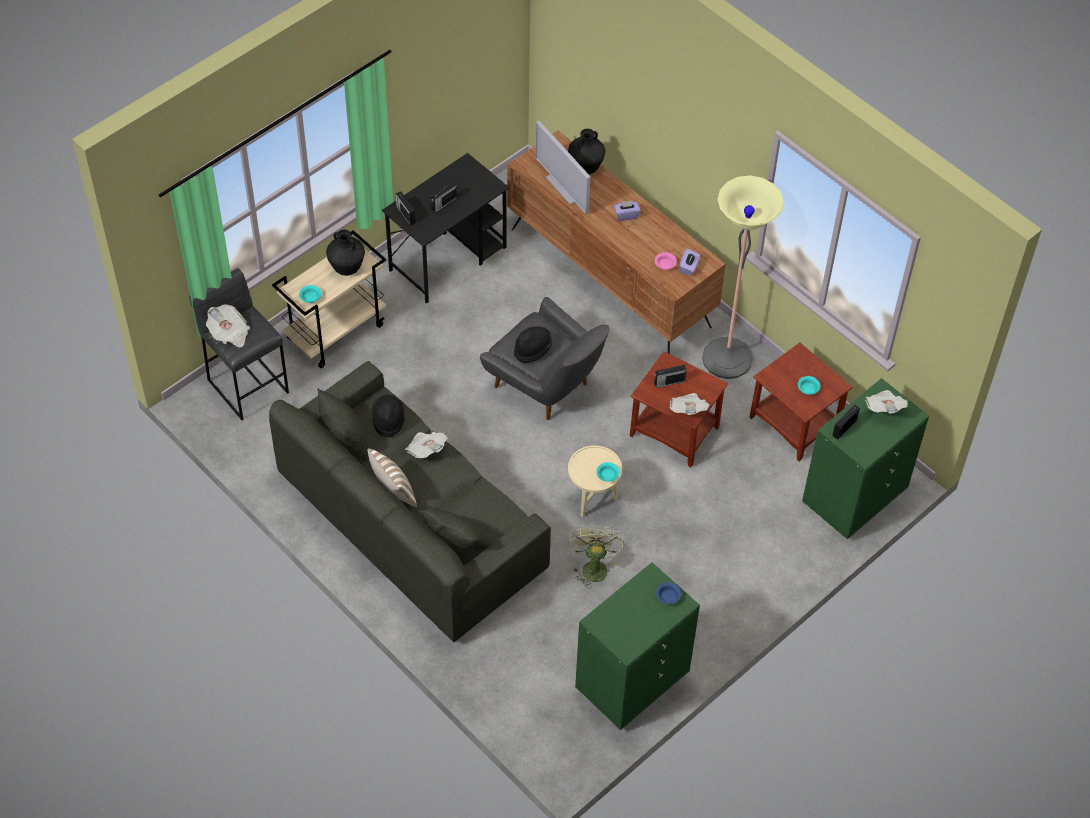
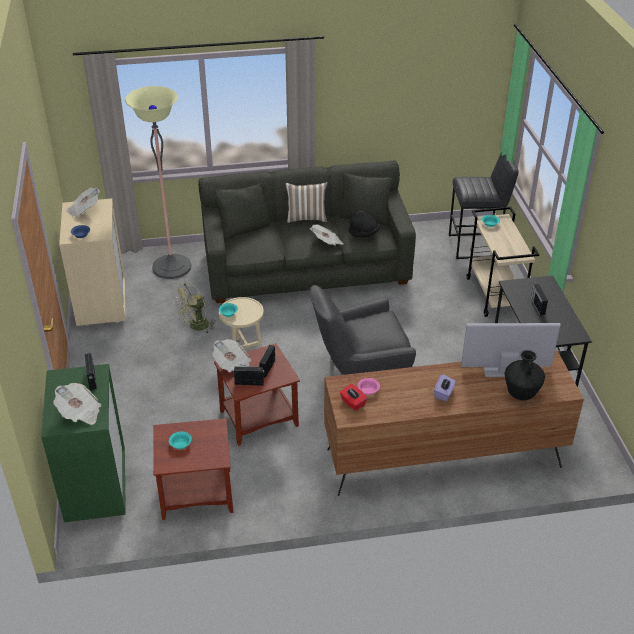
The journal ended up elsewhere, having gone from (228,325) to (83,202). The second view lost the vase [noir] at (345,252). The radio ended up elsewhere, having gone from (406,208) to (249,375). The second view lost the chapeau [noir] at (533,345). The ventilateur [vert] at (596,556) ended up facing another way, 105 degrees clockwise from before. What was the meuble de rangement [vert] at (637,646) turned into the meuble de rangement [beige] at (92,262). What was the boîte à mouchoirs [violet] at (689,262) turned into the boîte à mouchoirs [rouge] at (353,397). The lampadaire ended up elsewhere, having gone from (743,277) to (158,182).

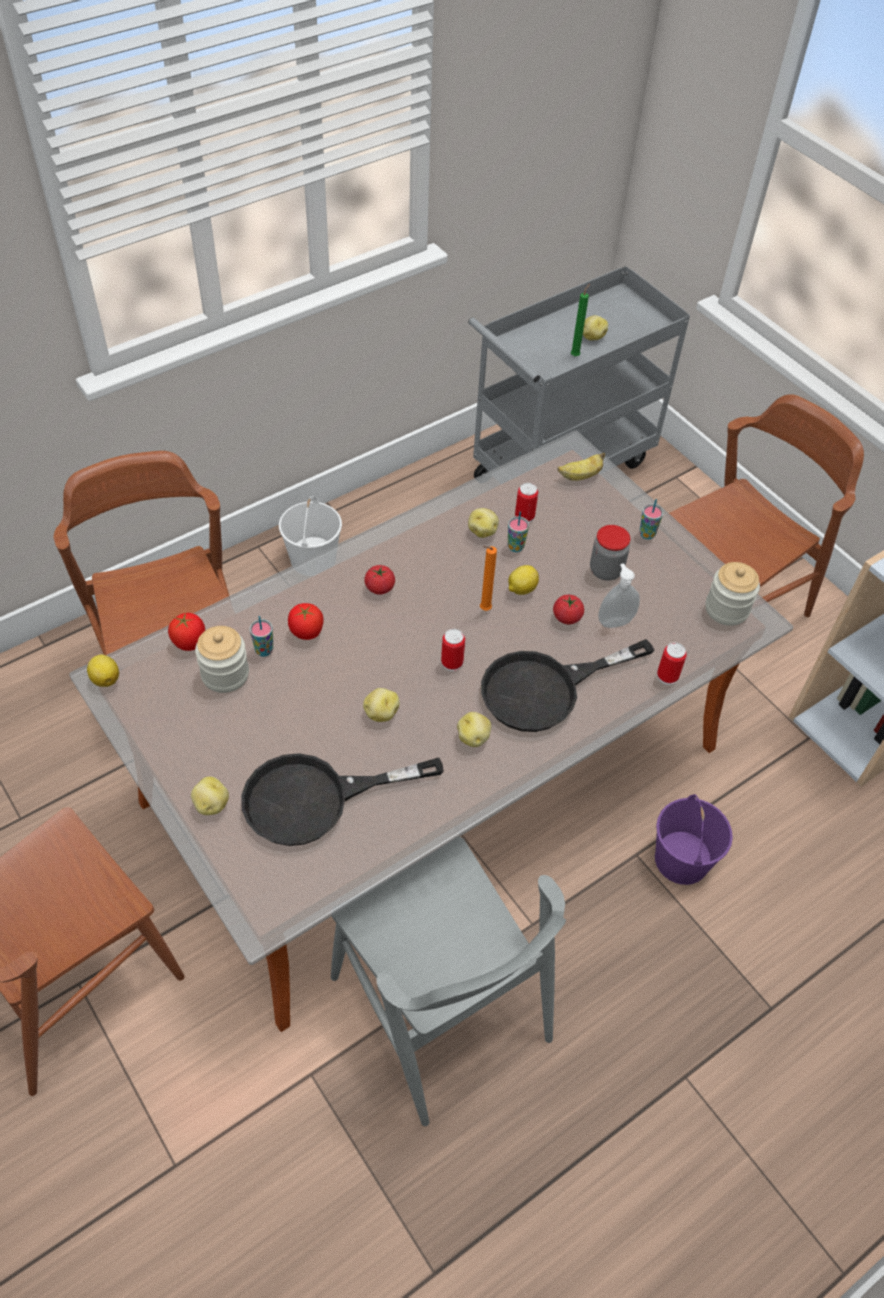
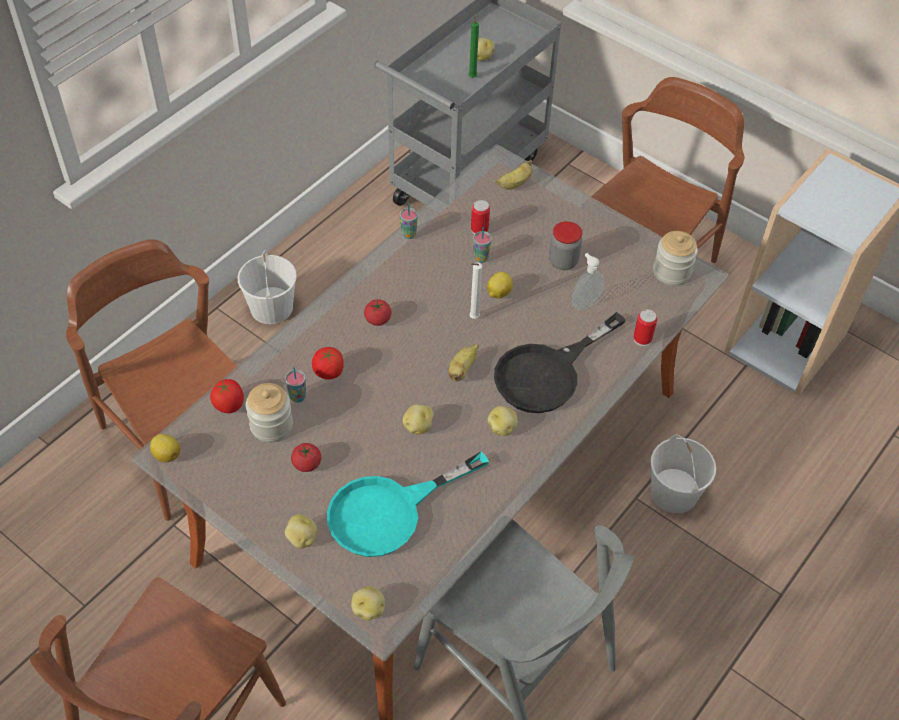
What was the poêle [noir] at (342,799) turned into the poêle [turquoise] at (408,504). Where the boîte métallique stood at (453,650), the banane came to stand at (463,363). The pomme de terre ended up elsewhere, having gone from (483,523) to (368,603). What was the bougie [orange] at (488,578) turned into the bougie [blanc] at (475,291). The tomate ended up elsewhere, having gone from (568,609) to (306,457). The tasse ended up elsewhere, having gone from (651,519) to (409,221). What was the seau [violet] at (694,839) turned into the seau [blanc] at (683,473).

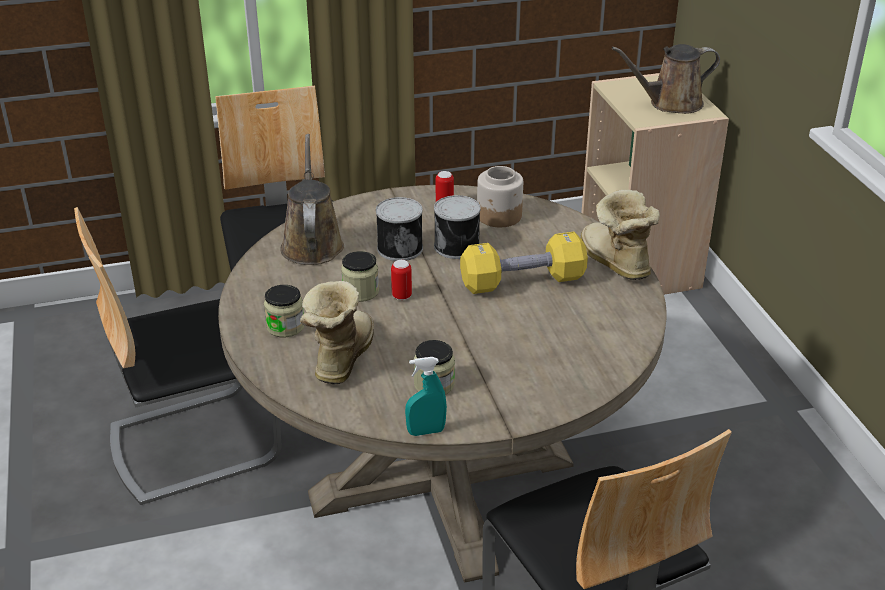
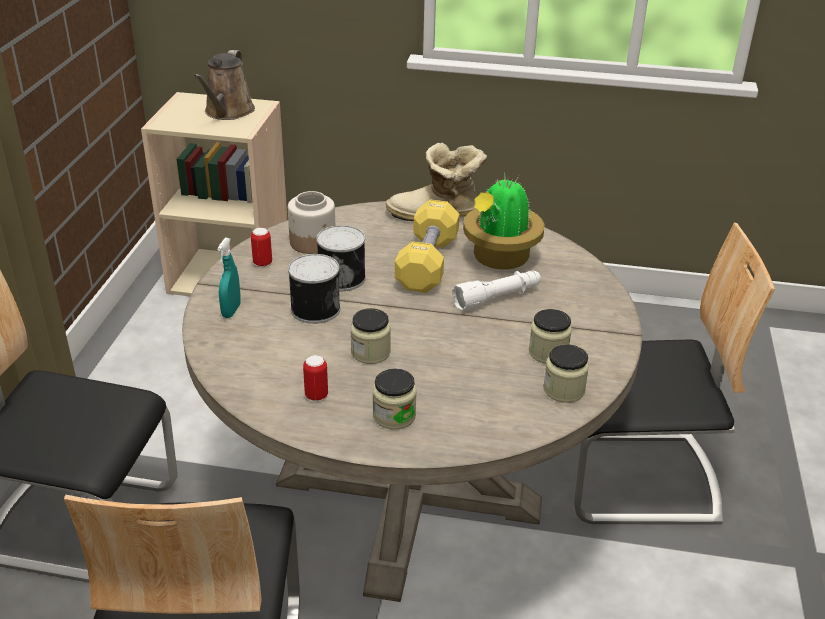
The second view lost the arrosoir [marron] at (312,199). The second view lost the botte at (337,332). The boîte métallique ended up elsewhere, having gone from (401,280) to (315,378). The vaporisateur [turquoise] ended up elsewhere, having gone from (426,396) to (229,278). The second view gained the lampe de poche [blanc] at (496,290). The second view gained the plante en pot at (504,223). The second view gained the bocal at (566,373).

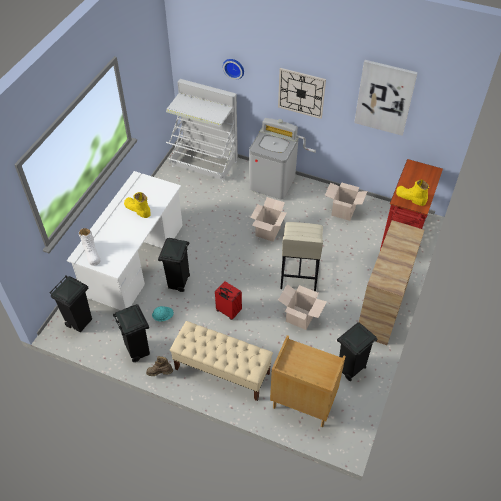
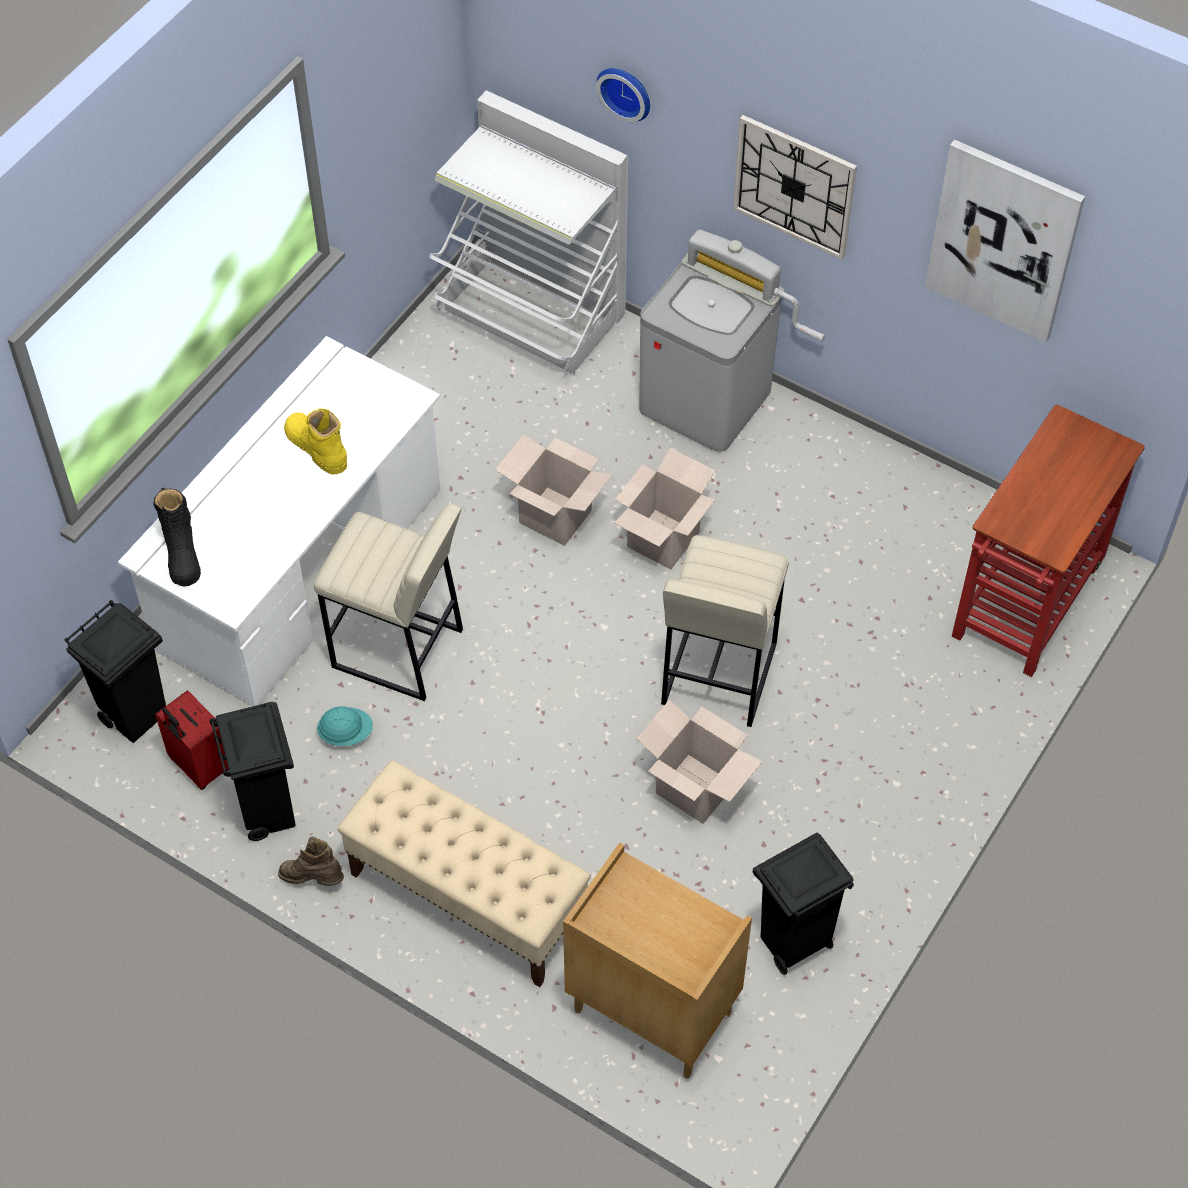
What was the botte [blanc] at (89,247) turned into the botte [noir] at (177,537). Where the poubelle [noir] stood at (174,265), the tabouret [beige] came to stand at (388,602). The valise [rouge] ended up elsewhere, having gone from (228,300) to (192,740). The carton ended up elsewhere, having gone from (346,201) to (553,490). The second view lost the bibliothèque [marron] at (391,282). The second view lost the botte [jaune] at (413,193).

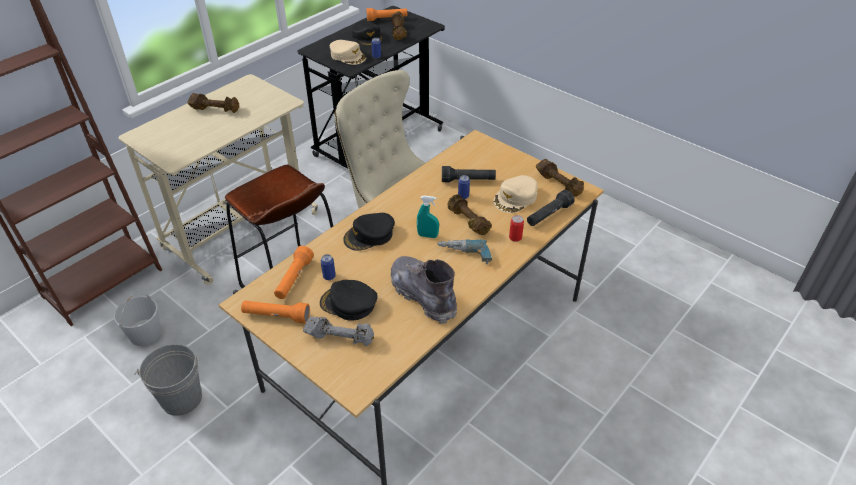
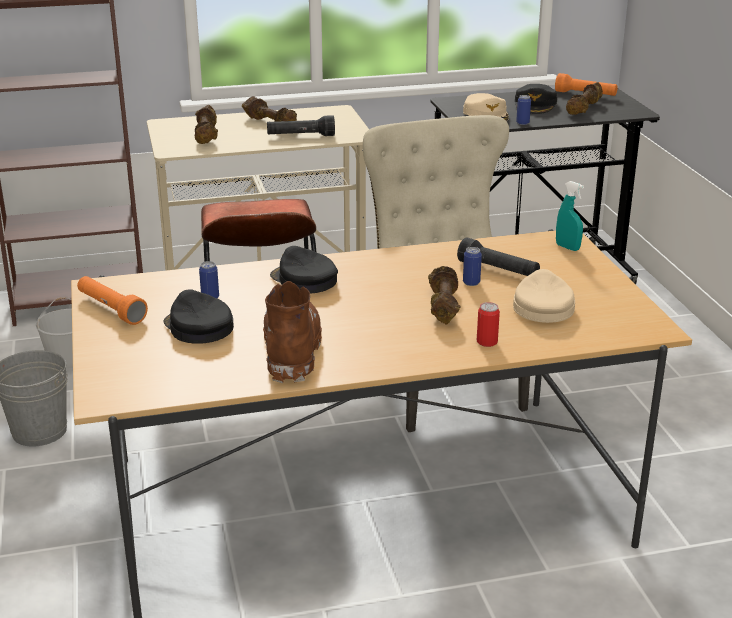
The second view lost the lampe de poche [orange] at (294,272). The second view lost the haltère [gris] at (338,331). The casquette [noir] at (369,232) ended up facing another way, 45 degrees clockwise from before. What was the botte [gris] at (424,290) turned into the botte [marron] at (292,332). The vaporisateur [turquoise] ended up elsewhere, having gone from (428,216) to (570,216). The second view lost the perceuse at (464,252). The casquette [beige] at (515,194) ended up facing another way, 105 degrees clockwise from before. The lampe de poche [noir] ended up elsewhere, having gone from (551,208) to (301,125). The haltère [marron] ended up elsewhere, having gone from (560,178) to (206,124).

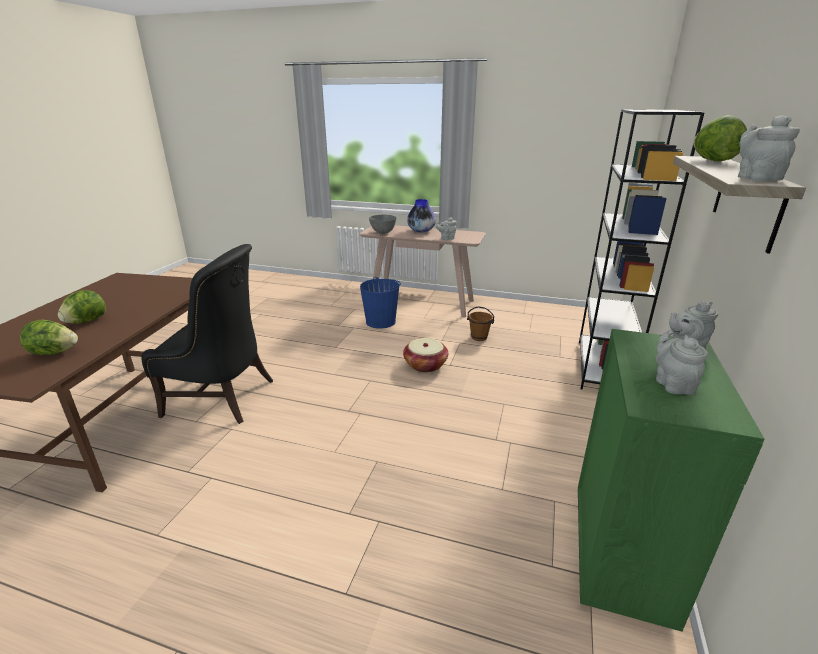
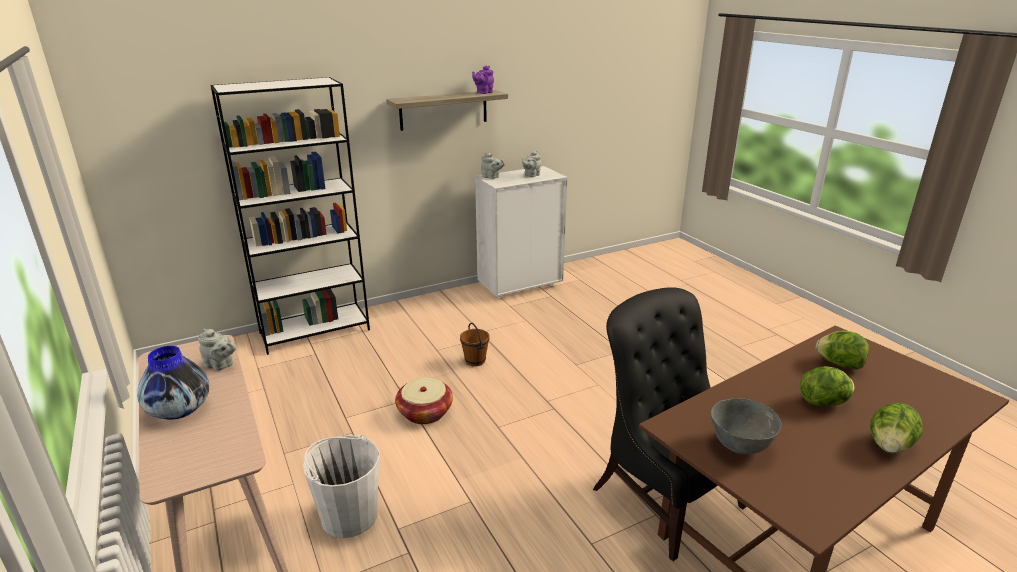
What was the seau [bleu] at (380,303) turned into the seau [blanc] at (340,486). The bol [gris] ended up elsewhere, having gone from (382,224) to (746,426). The seau [marron] ended up elsewhere, having gone from (480,324) to (474,344). What was the meuble de rangement [vert] at (671,480) turned into the meuble de rangement [blanc] at (521,232). The laitue ended up elsewhere, having gone from (720,138) to (896,428). What was the théière [gris] at (769,148) turned into the théière [violet] at (483,80).

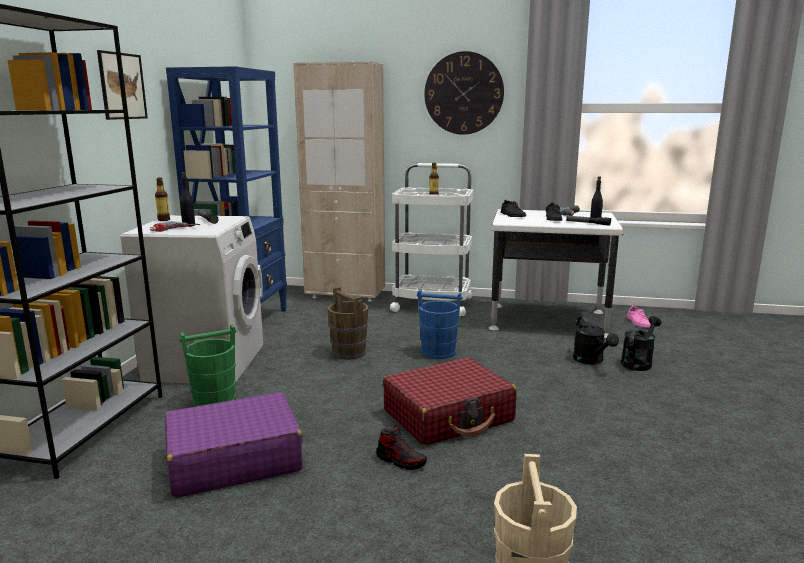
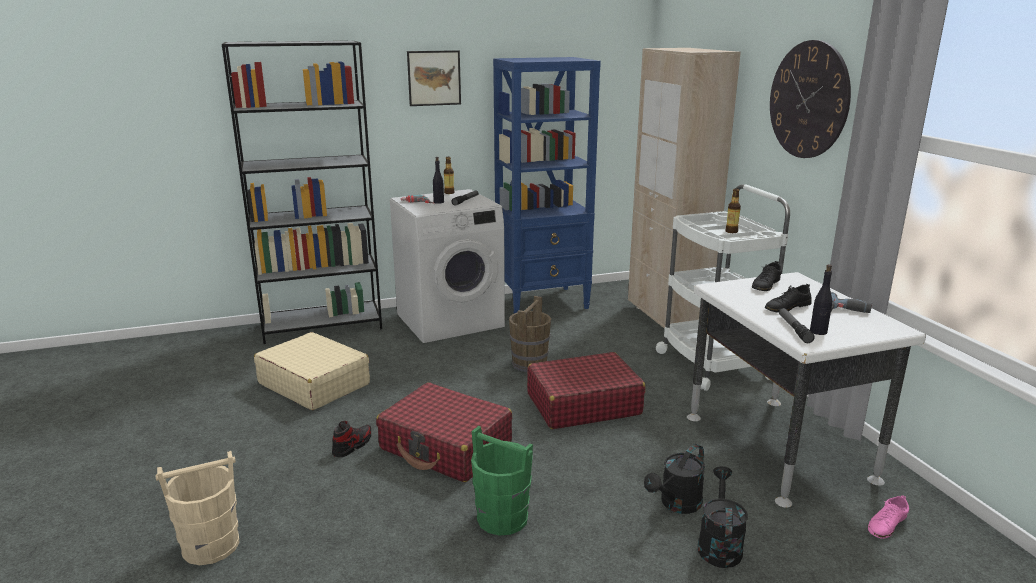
What was the valise [violet] at (234,445) turned into the valise [beige] at (312,371). The seau [vert] ended up elsewhere, having gone from (207,365) to (502,481). The chaussure at (401,447) ended up facing another way, 150 degrees counterclockwise from before. Where the seau [bleu] stood at (440,324), the valise [rouge] came to stand at (586,390). The arrosoir [noir] at (641,343) ended up facing another way, 90 degrees counterclockwise from before.

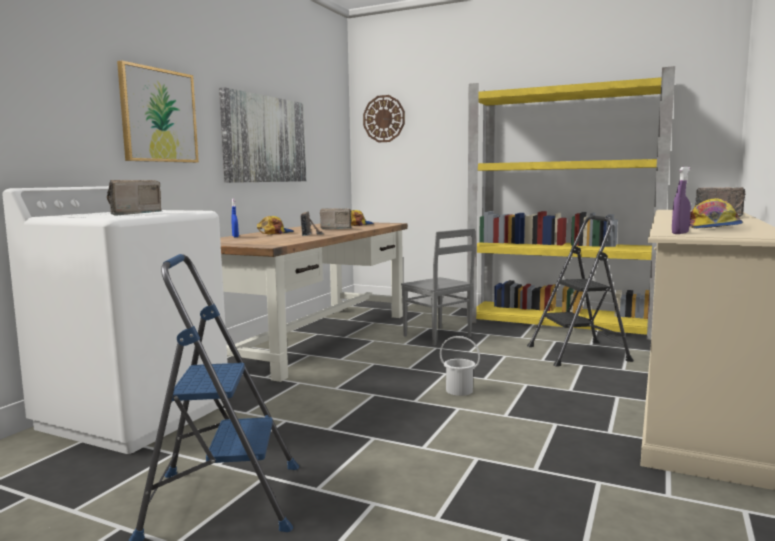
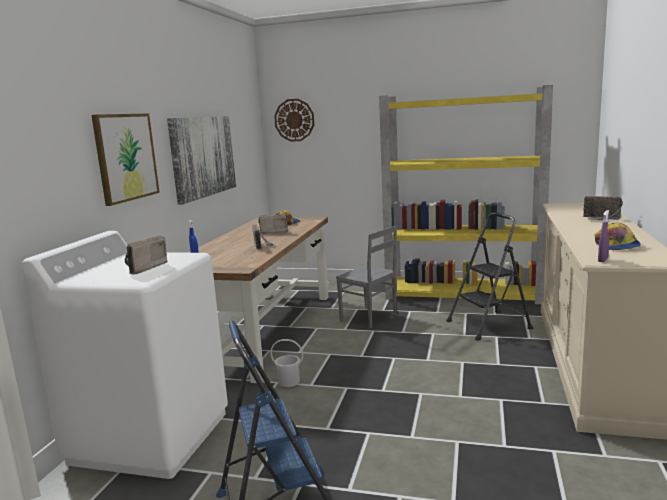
The second view lost the casquette at (275,225). The seau [blanc] ended up elsewhere, having gone from (460,366) to (286,363).

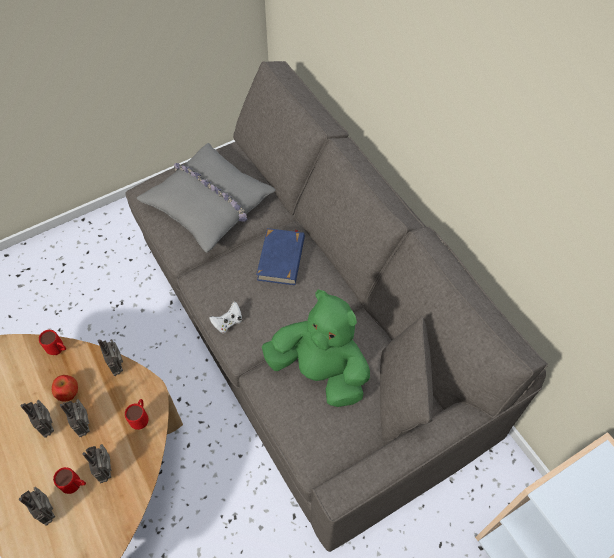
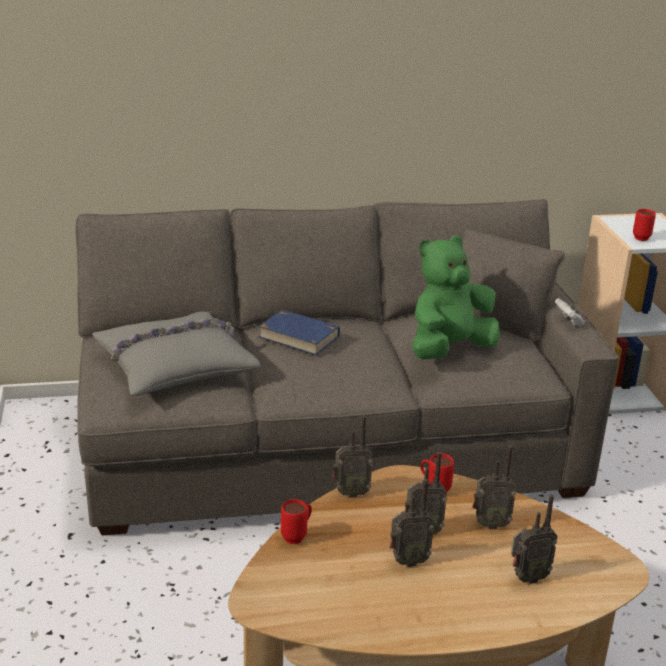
The second view lost the pomme at (65,388). The mug [rouge] ended up elsewhere, having gone from (69,480) to (644,225). The manette [blanc] ended up elsewhere, having gone from (225,317) to (570,312).

